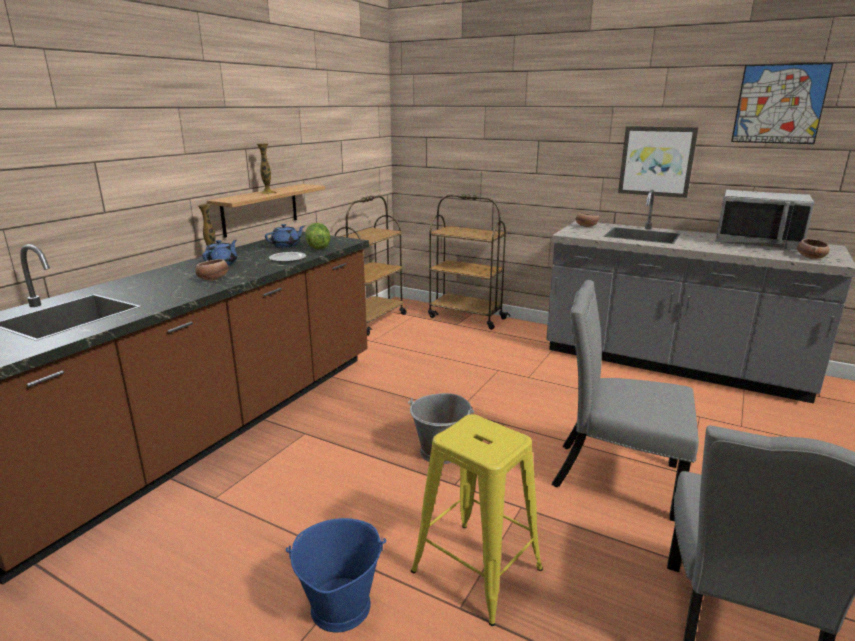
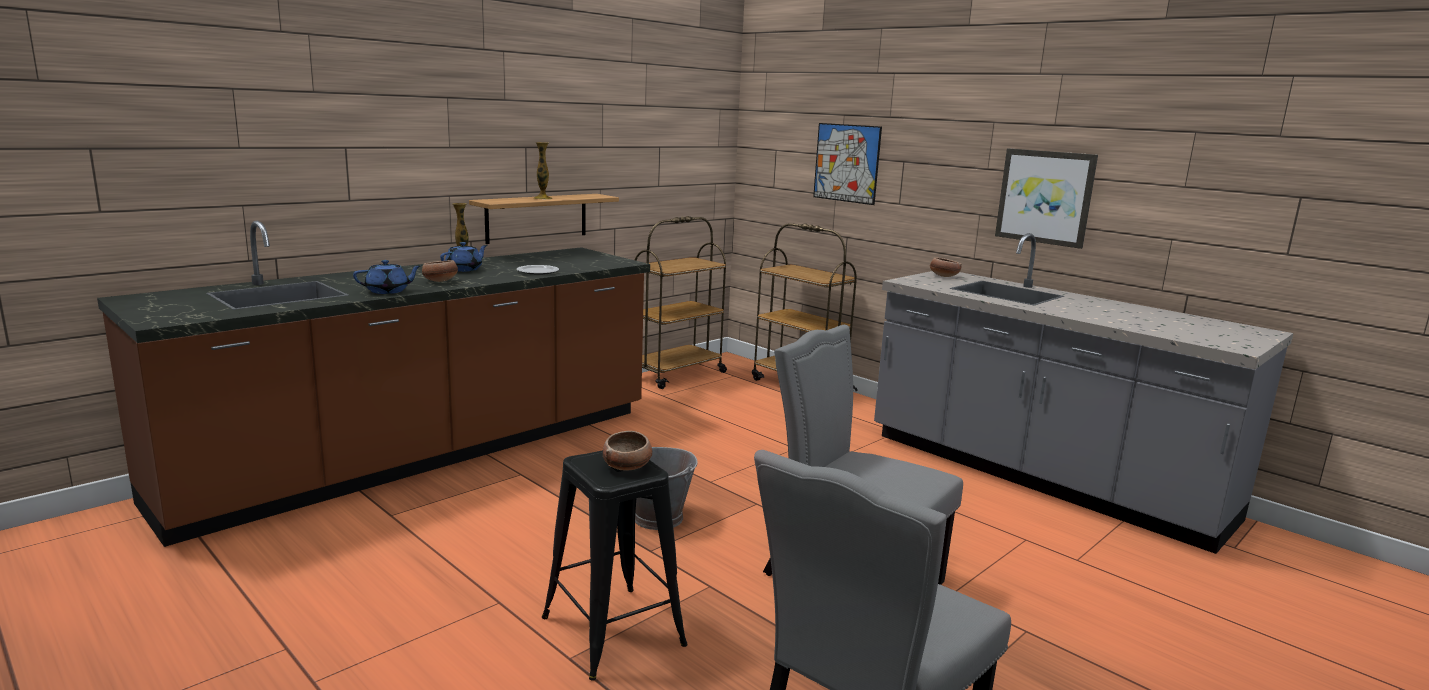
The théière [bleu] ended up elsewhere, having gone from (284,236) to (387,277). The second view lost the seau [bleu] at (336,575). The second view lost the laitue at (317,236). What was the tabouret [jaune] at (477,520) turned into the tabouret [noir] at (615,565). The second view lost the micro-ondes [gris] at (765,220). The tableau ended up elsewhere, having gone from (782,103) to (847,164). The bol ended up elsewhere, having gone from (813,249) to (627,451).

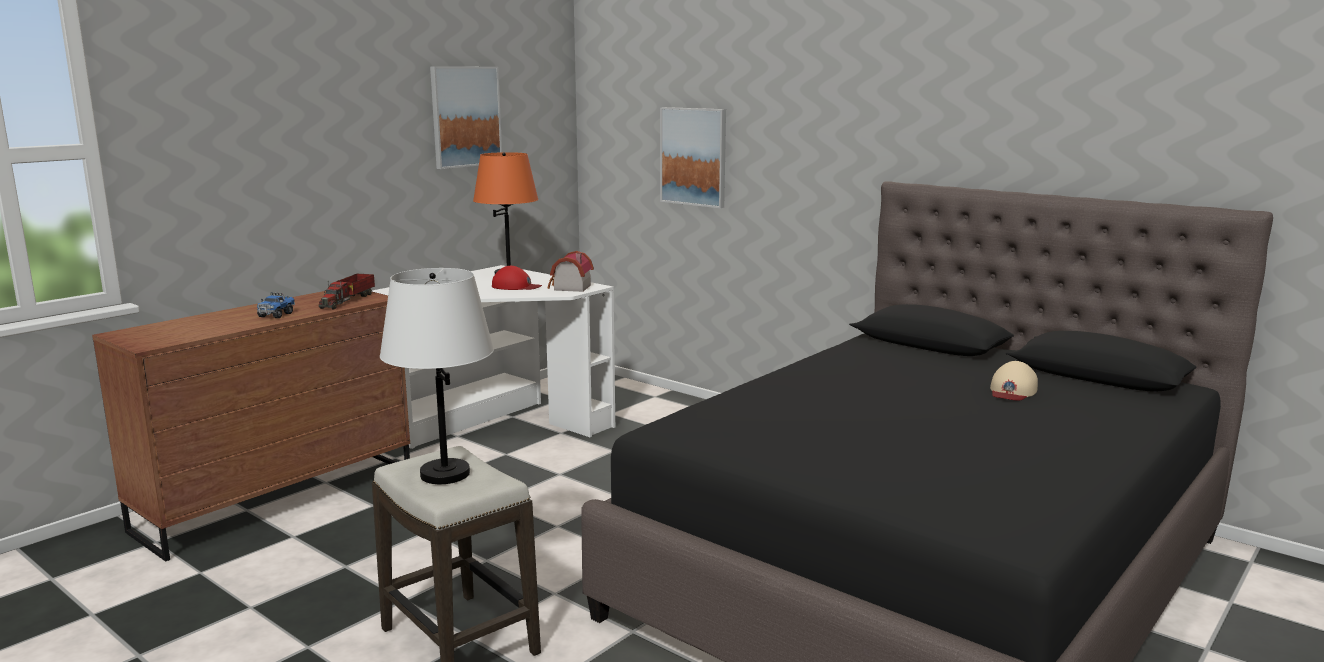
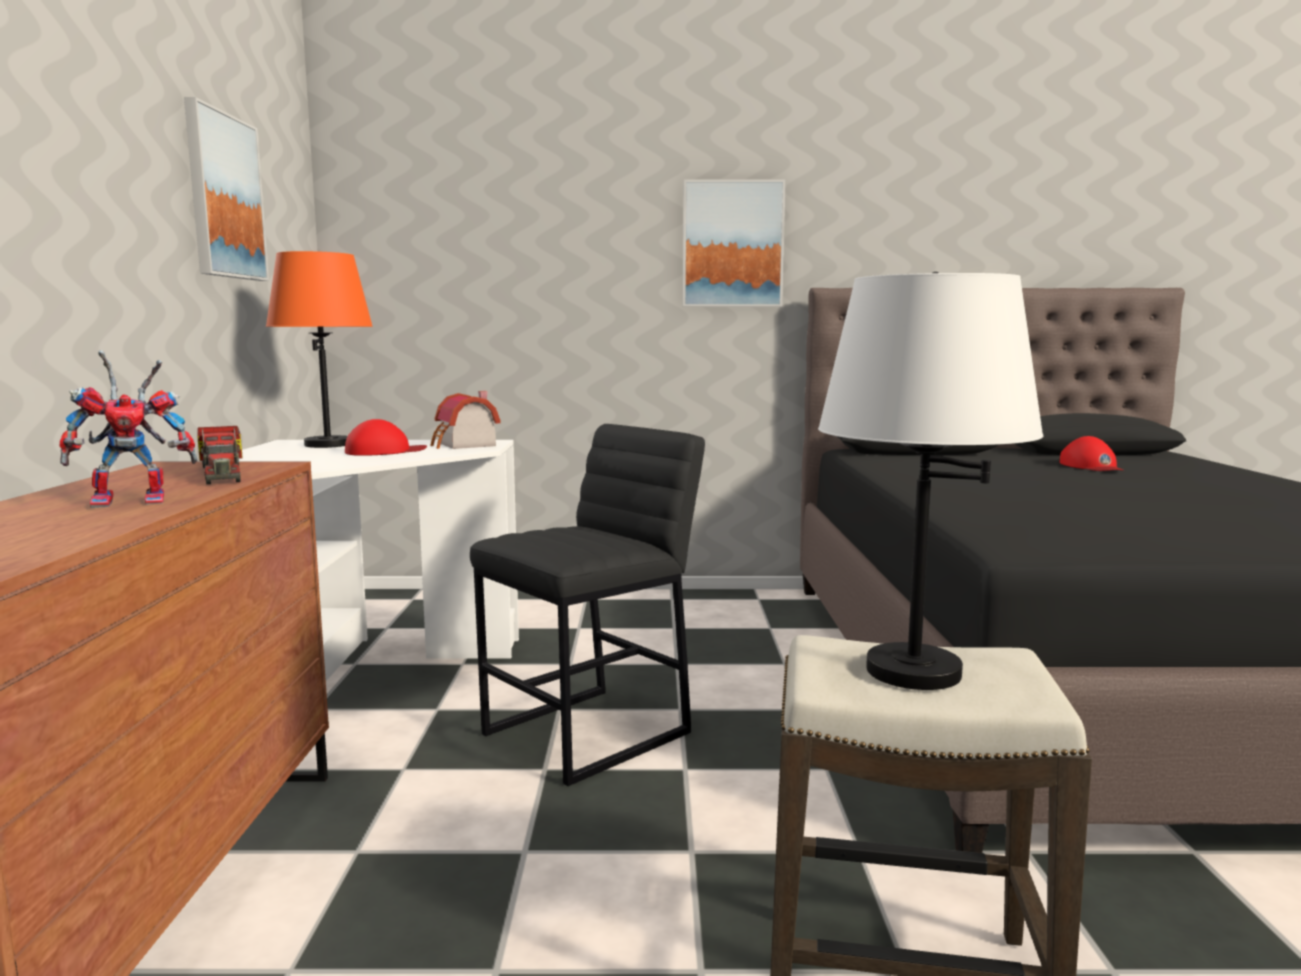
Where the camion jouet stood at (276,305), the robot jouet came to stand at (128,429). The tableau ended up elsewhere, having gone from (693,157) to (734,243). What was the casquette [beige] at (1014,381) turned into the casquette [rouge] at (1091,453). The second view gained the chaise [noir] at (587,605).

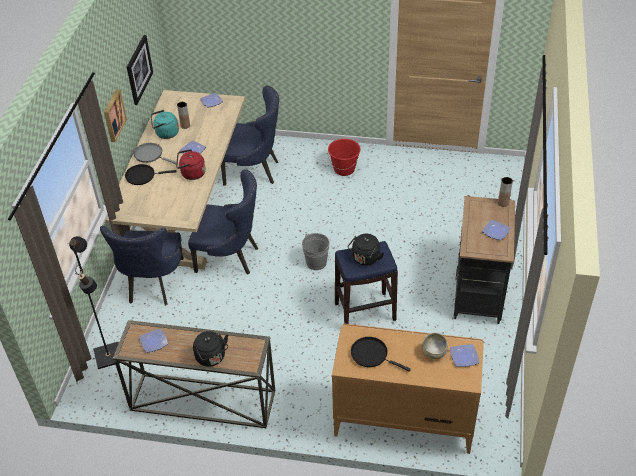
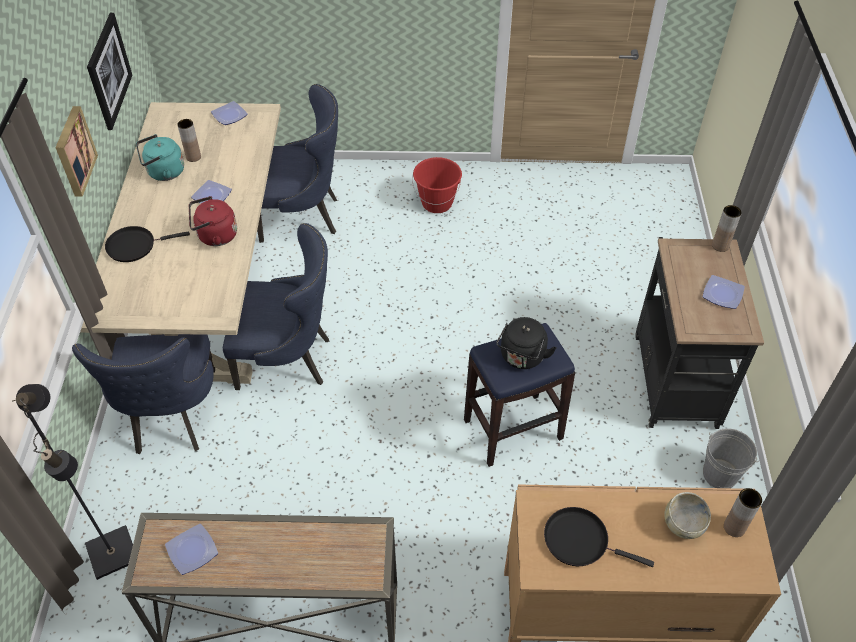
The second view lost the poêle [gris] at (155,153). The second view lost the bouilloire [noir] at (210,349). The seau [gris] ended up elsewhere, having gone from (316,251) to (731,458). Where the assiette stood at (464,355), the vase [marron] came to stand at (743,512).

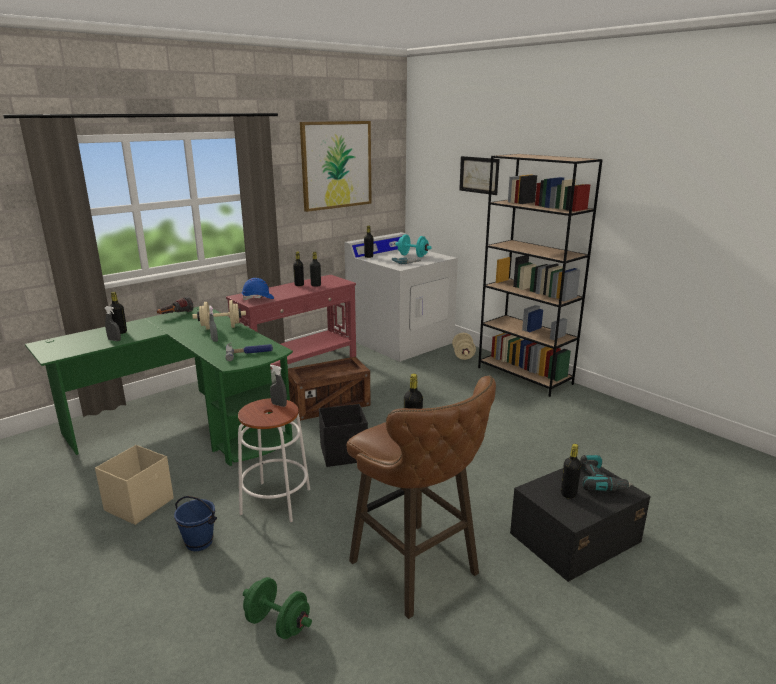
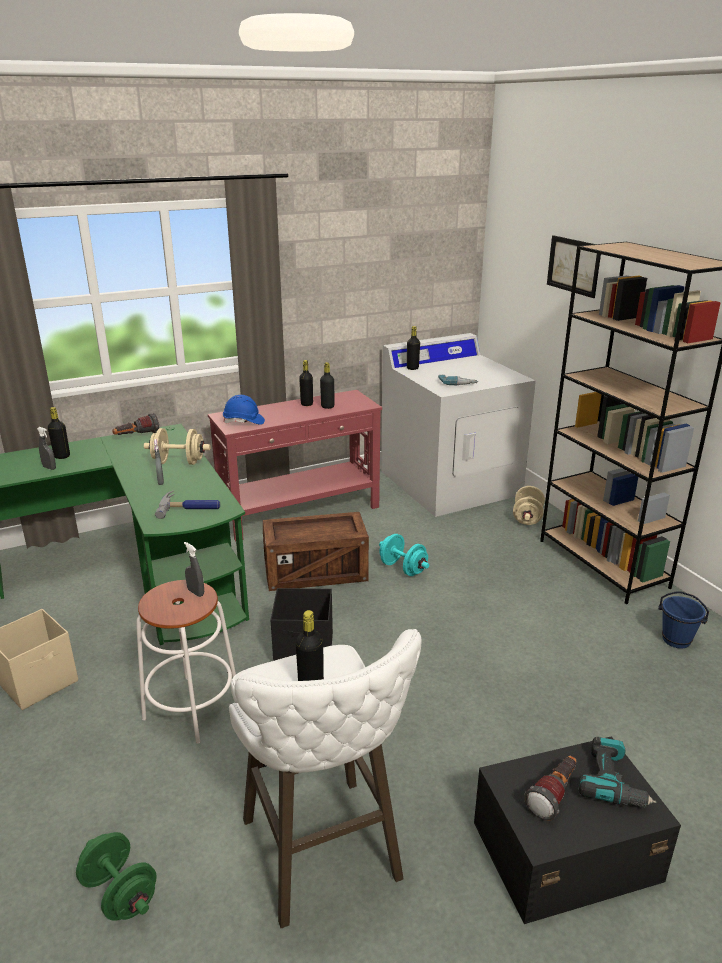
The seau [bleu] ended up elsewhere, having gone from (195,523) to (683,620). The second view lost the tableau at (336,166). What was the tabouret [marron] at (421,497) turned into the tabouret [blanc] at (325,779). The haltère [turquoise] ended up elsewhere, having gone from (413,245) to (404,555). Where the bouteille [noir] stood at (571,471), the lampe de poche came to stand at (550,788).

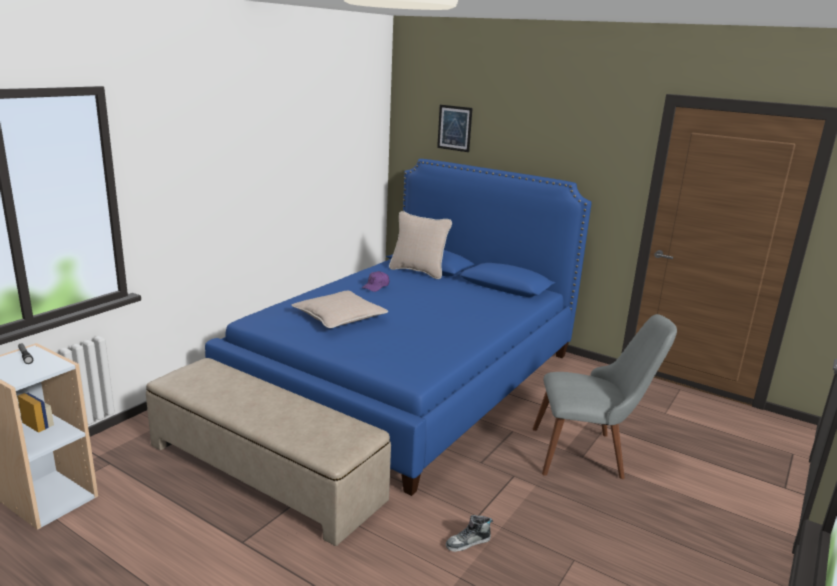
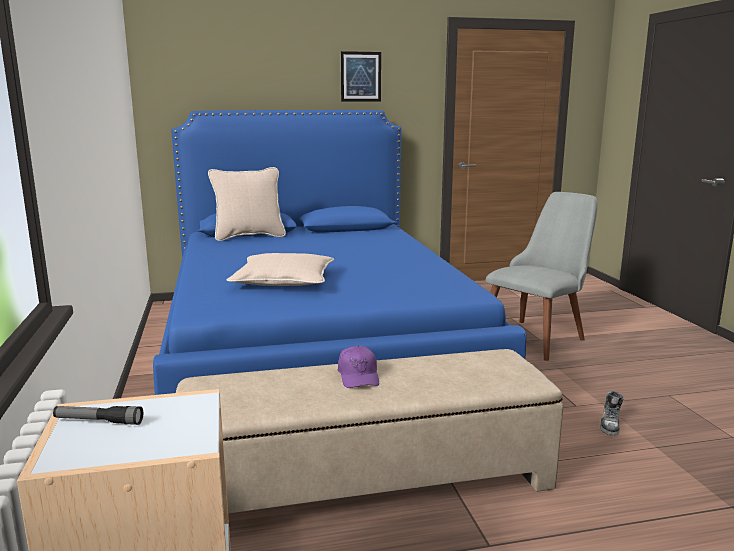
The casquette [violet] ended up elsewhere, having gone from (375,281) to (358,366). The tableau ended up elsewhere, having gone from (455,128) to (361,76).

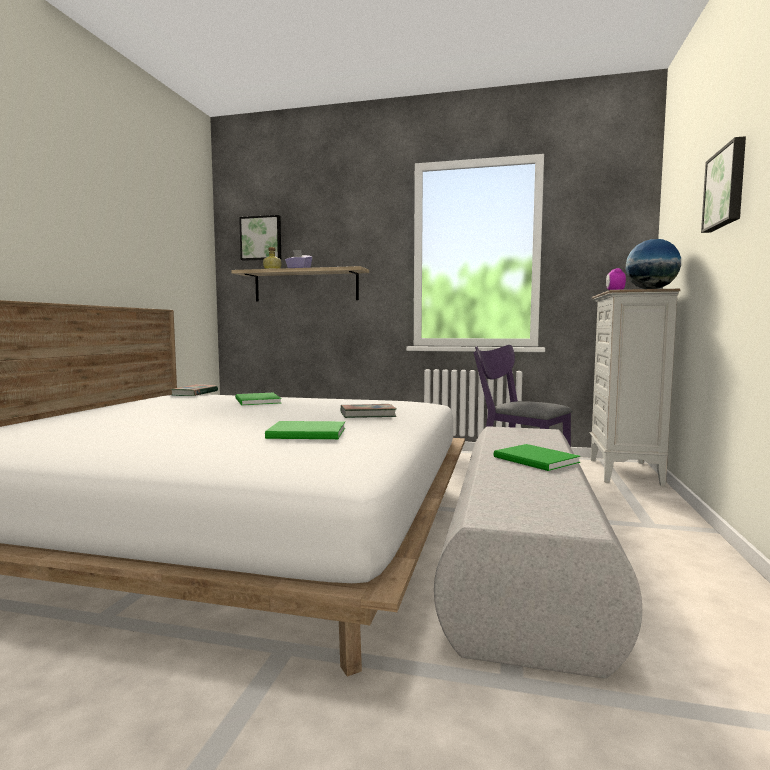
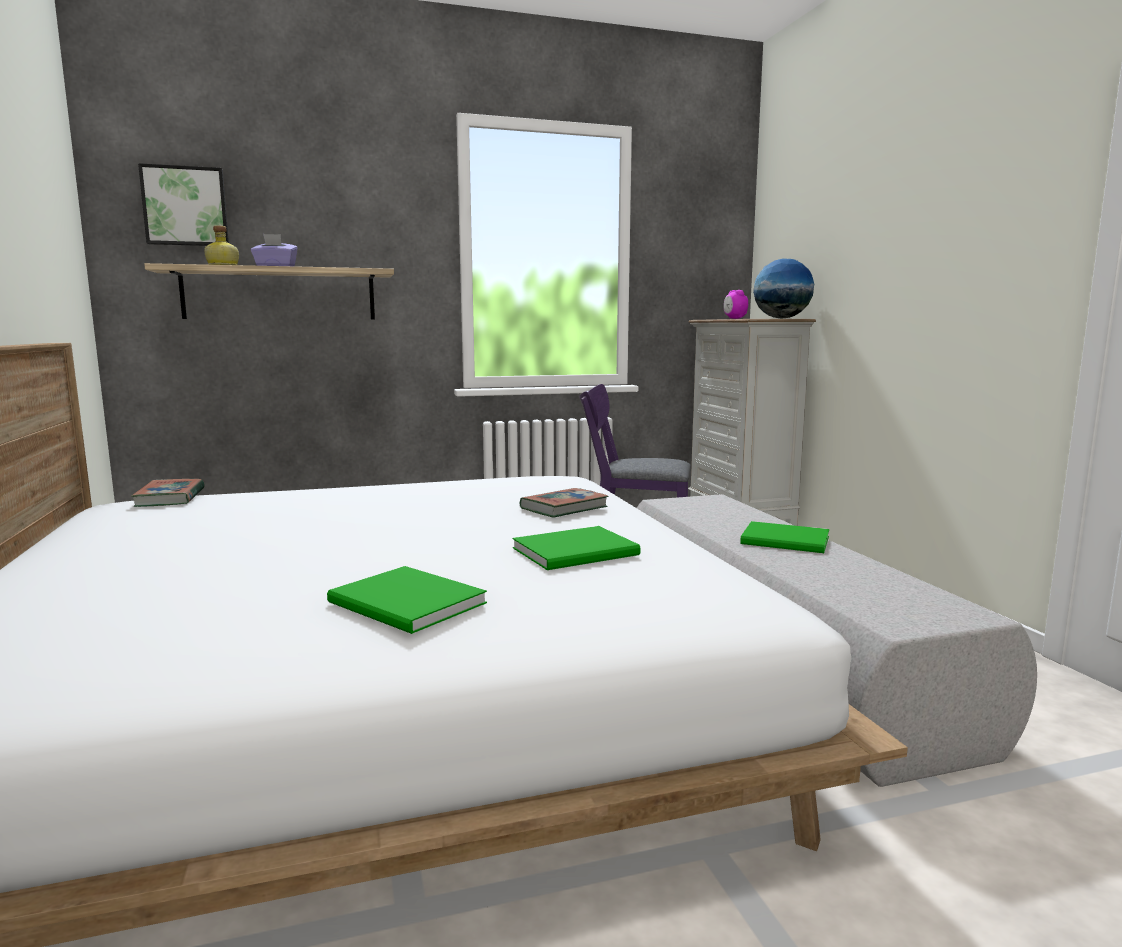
The livre [vert] ended up elsewhere, having gone from (258,399) to (407,600). The second view lost the tableau at (723,184).

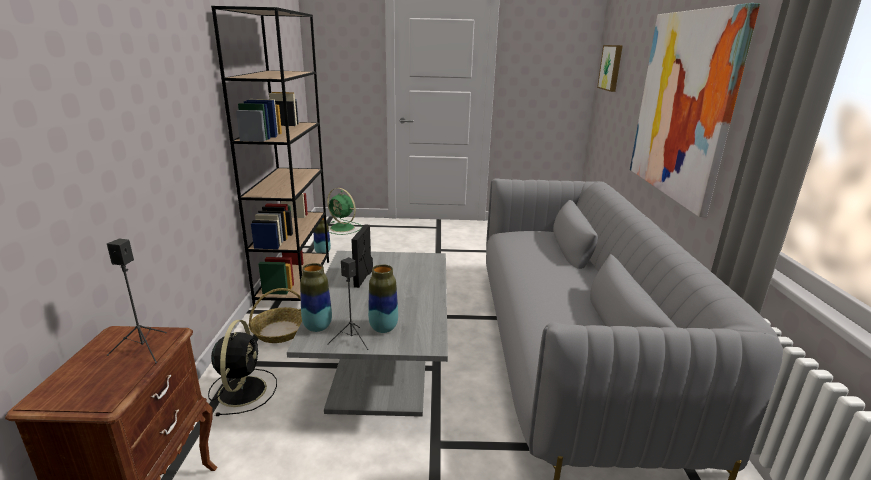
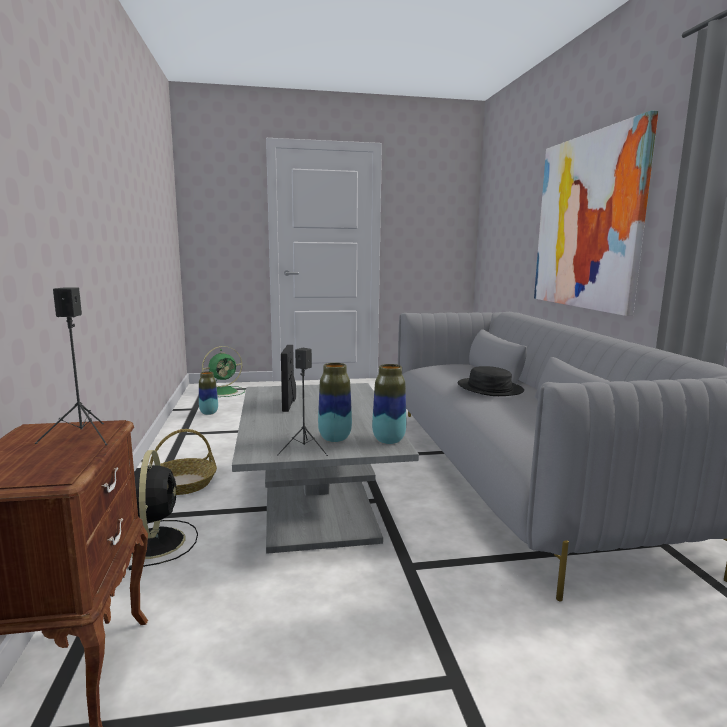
The second view lost the bibliothèque [beige] at (270,156). The vase ended up elsewhere, having gone from (316,297) to (389,404). The ventilateur [vert] at (344,211) ended up facing another way, 60 degrees counterclockwise from before. The second view lost the tableau at (610,68). The second view gained the chapeau [noir] at (490,381).

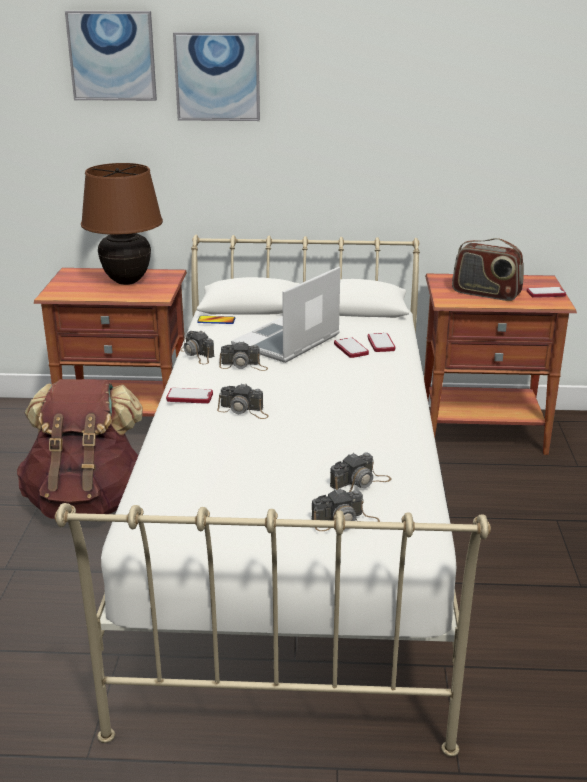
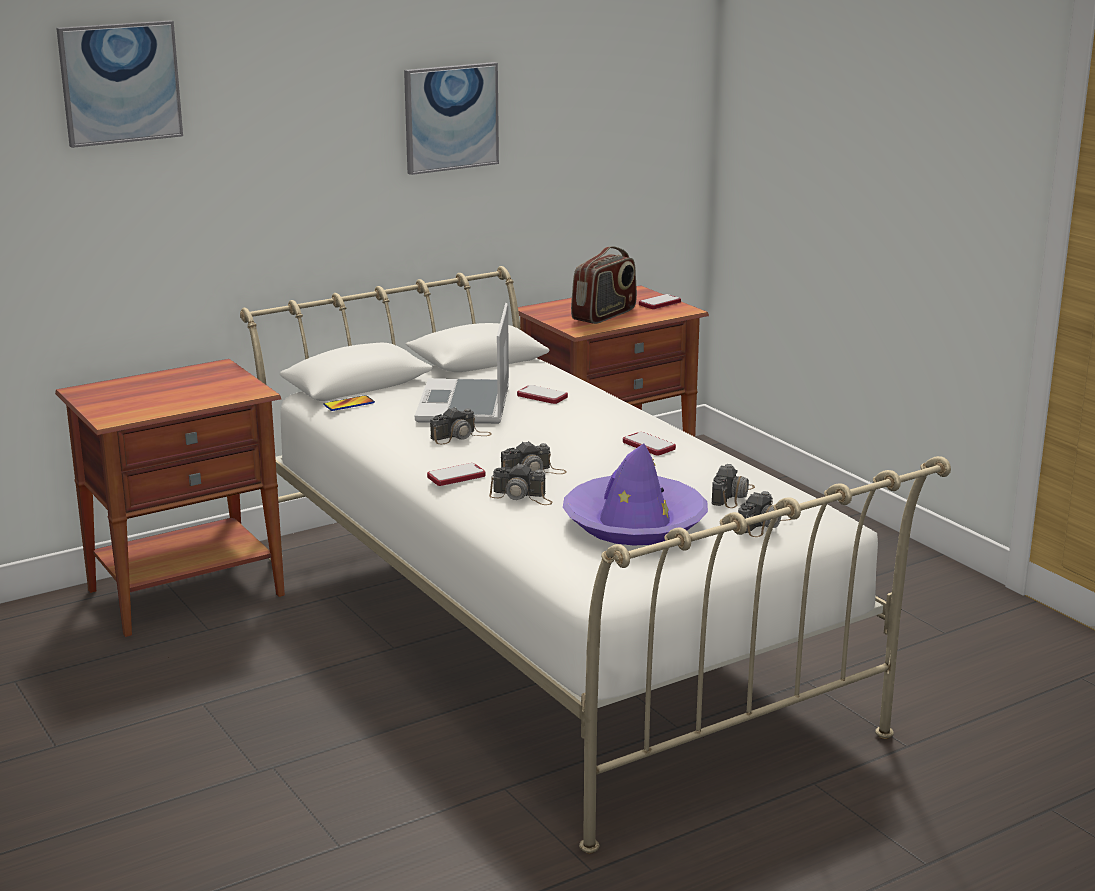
The second view lost the sac à dos [marron] at (79,449). The second view lost the lampe de table [marron] at (122,224). The tableau ended up elsewhere, having gone from (216,76) to (451,118). The appareil photo ended up elsewhere, having gone from (197,347) to (521,484). The téléphone ended up elsewhere, having gone from (381,342) to (649,444). The radio at (488,269) ended up facing another way, 45 degrees counterclockwise from before. The second view gained the chapeau [violet] at (635,494).

